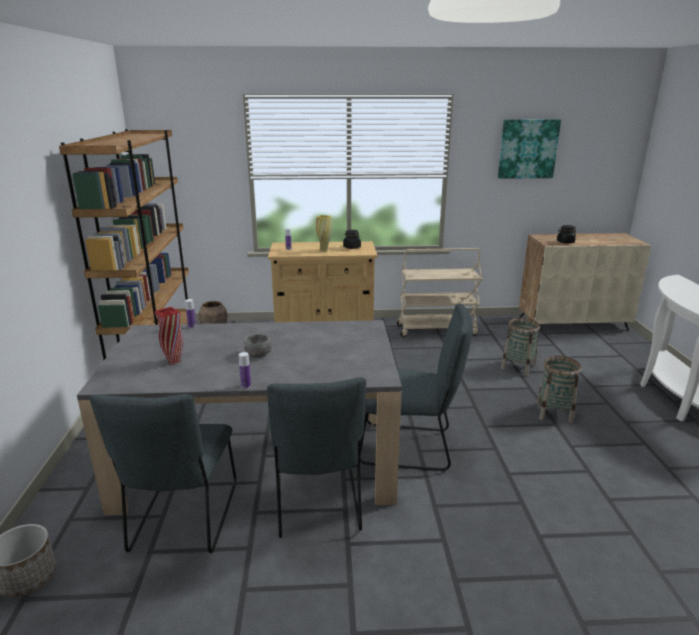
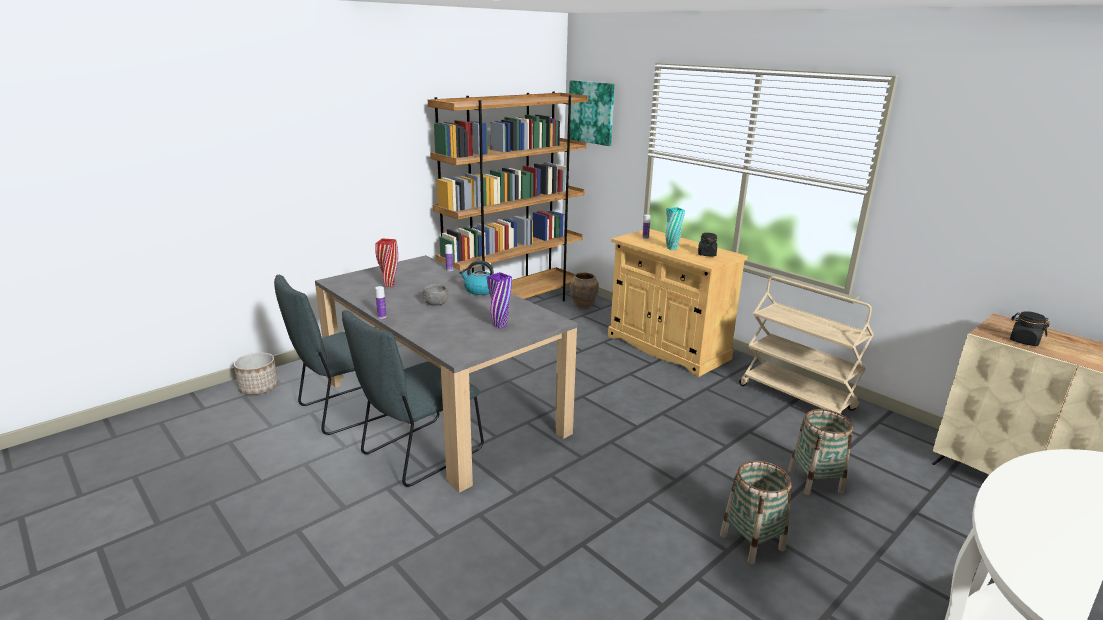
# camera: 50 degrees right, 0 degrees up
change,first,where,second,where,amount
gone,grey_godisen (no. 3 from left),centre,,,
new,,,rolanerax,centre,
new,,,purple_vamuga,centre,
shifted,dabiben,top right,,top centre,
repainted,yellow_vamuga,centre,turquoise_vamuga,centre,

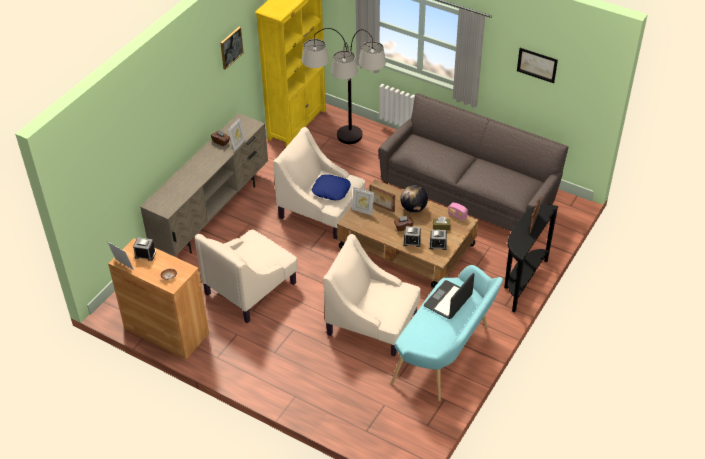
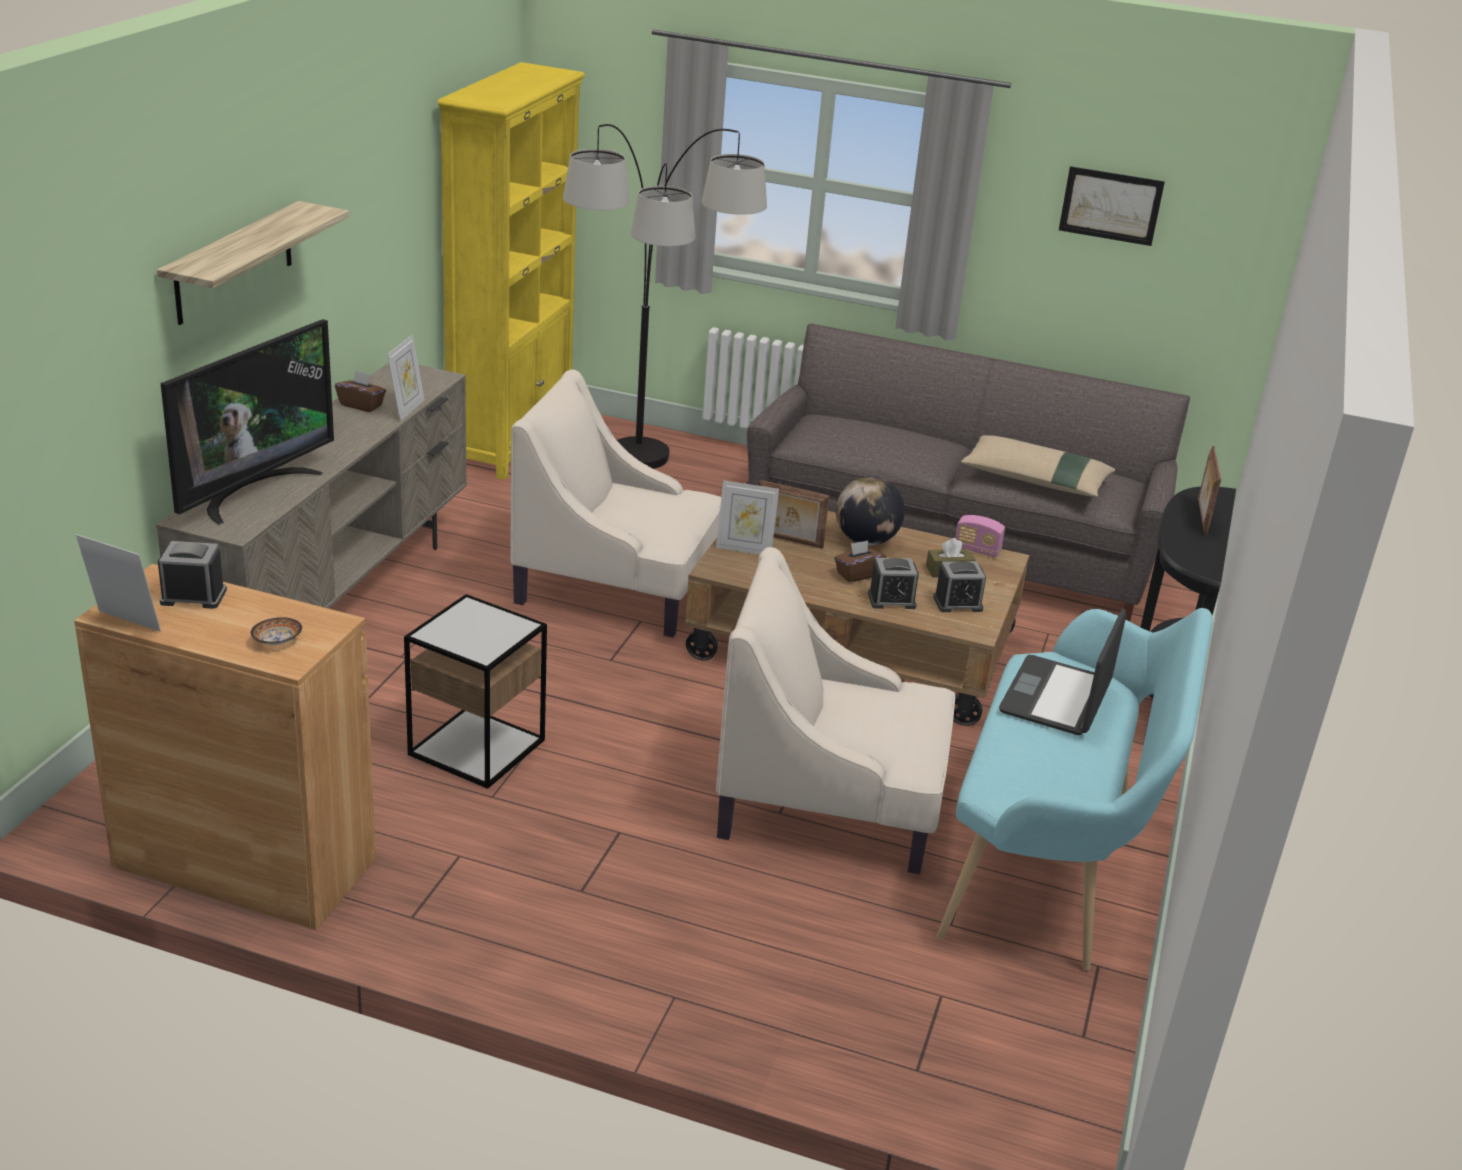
# camera: 15 degrees left, 15 degrees down
change,first,where,second,where,amount
gone,dabiben (no. 1 from left),top left,,,
gone,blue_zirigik,centre,,,
new,,,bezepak,top left,
new,,,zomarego,middle left,
new,,,beige_zirigik,middle right,
swapped,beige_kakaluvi (no. 1 from left),centre,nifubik,middle left,

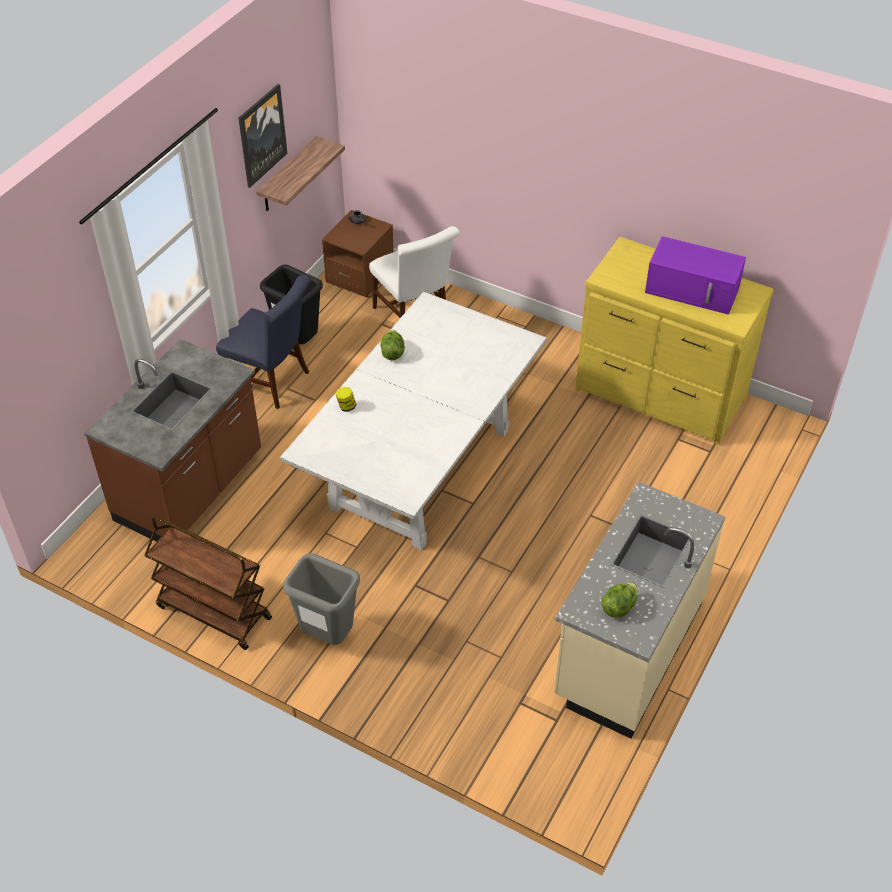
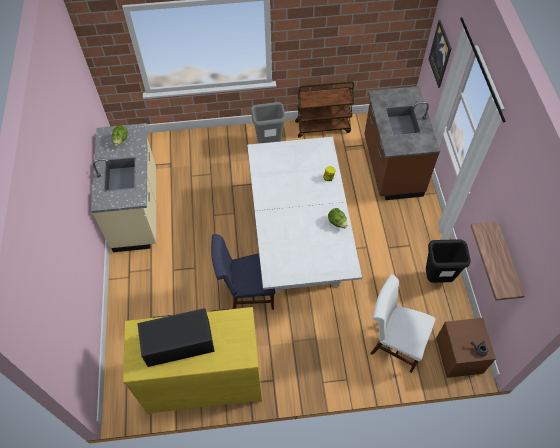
# camera: 145 degrees right, 10 degrees up
change,first,where,second,where,amount
shifted,blue_godisen,middle left,,centre,
shifted,dabiben,top left,,top right,
repainted,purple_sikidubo,top right,black_sikidubo,bottom left,

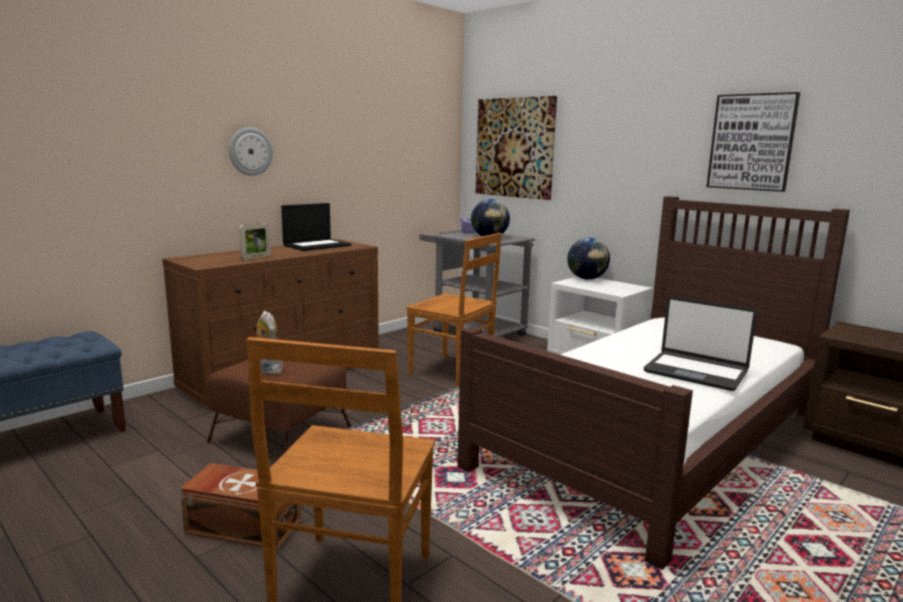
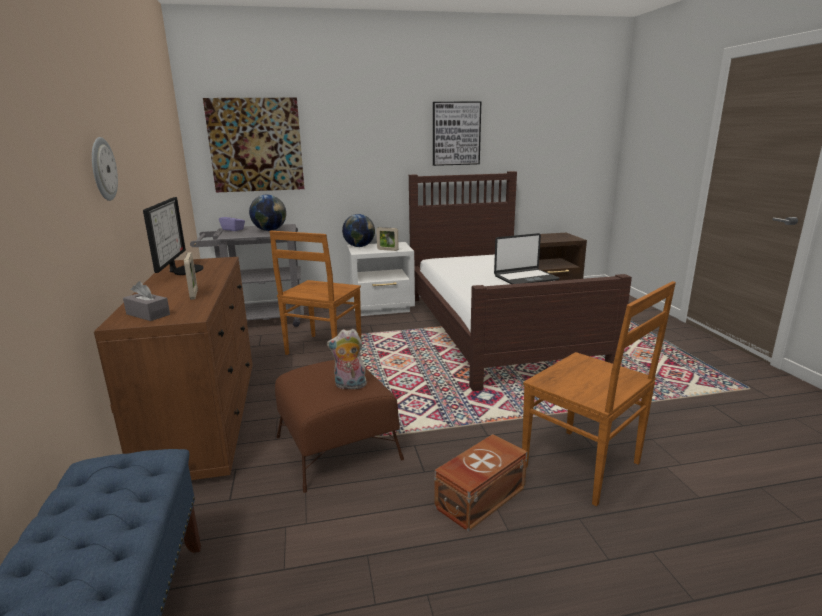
# camera: 55 degrees left, 5 degrees up
change,first,where,second,where,amount
new,,,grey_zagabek,middle left,
new,,,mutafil (no. 2 from left),centre,
swapped,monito (no. 1 from left),centre,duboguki,middle left,
rotated,brown_godisen (no. 2 from left in the first image),centre,brown_godisen (no. 1 from left),centre,135 degrees clockwise

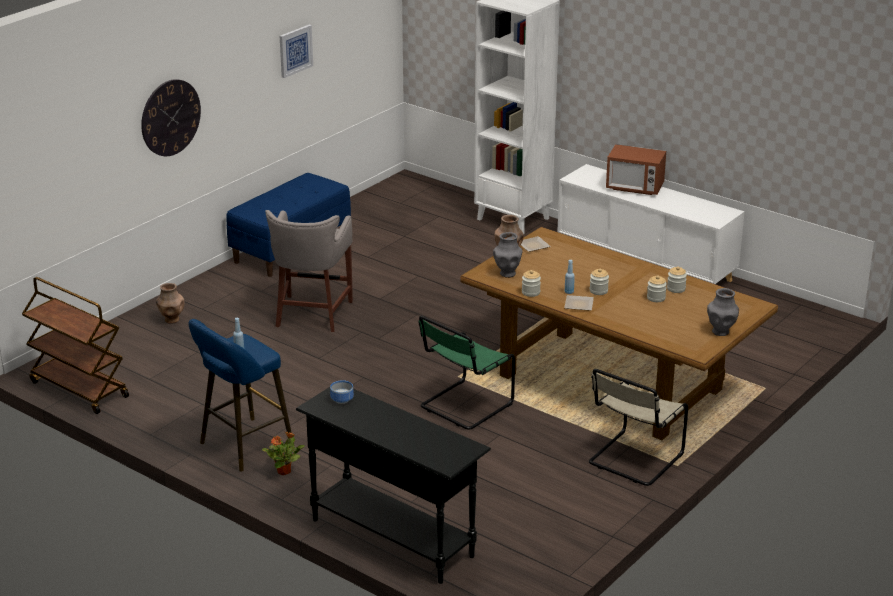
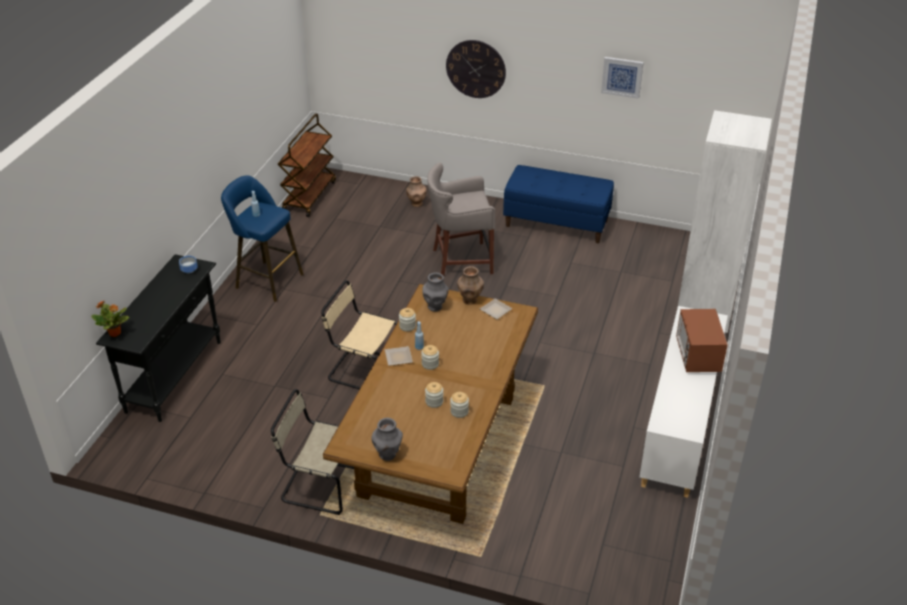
# camera: 70 degrees right, 10 degrees up
change,first,where,second,where,amount
shifted,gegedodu,bottom left,,middle left,
repainted,green_godisen,centre,beige_godisen (no. 2 from left),centre,

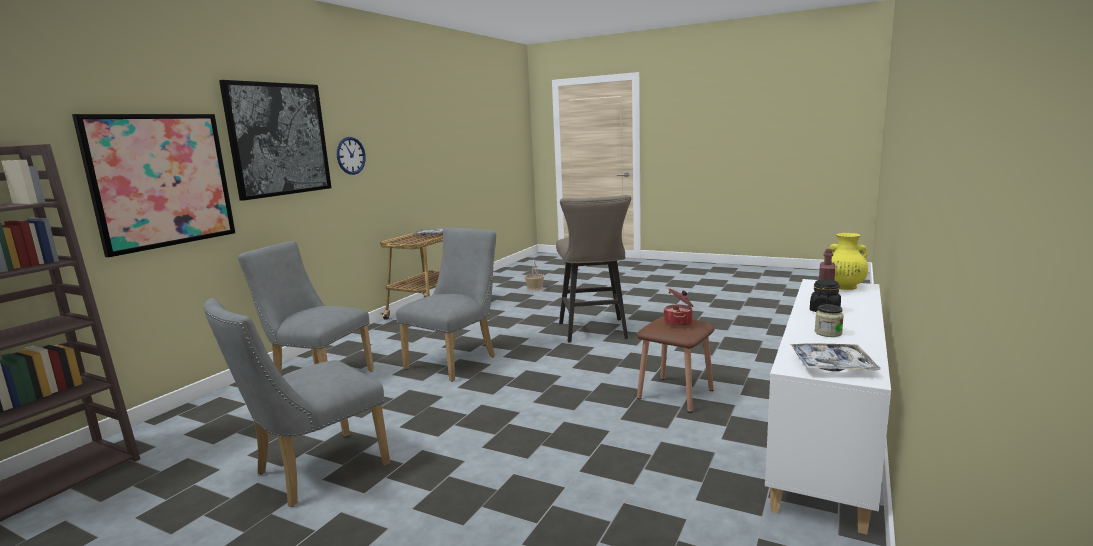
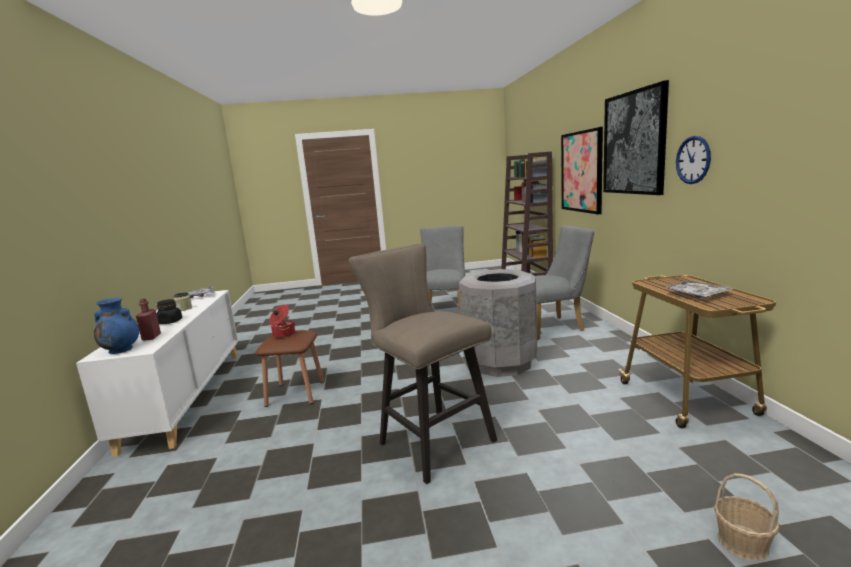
# camera: 145 degrees right, 0 degrees up
change,first,where,second,where,amount
swapped,grey_godisen (no. 3 from left),centre,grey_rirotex,centre,
repainted,yellow_vamuga,middle right,blue_vamuga,middle left,

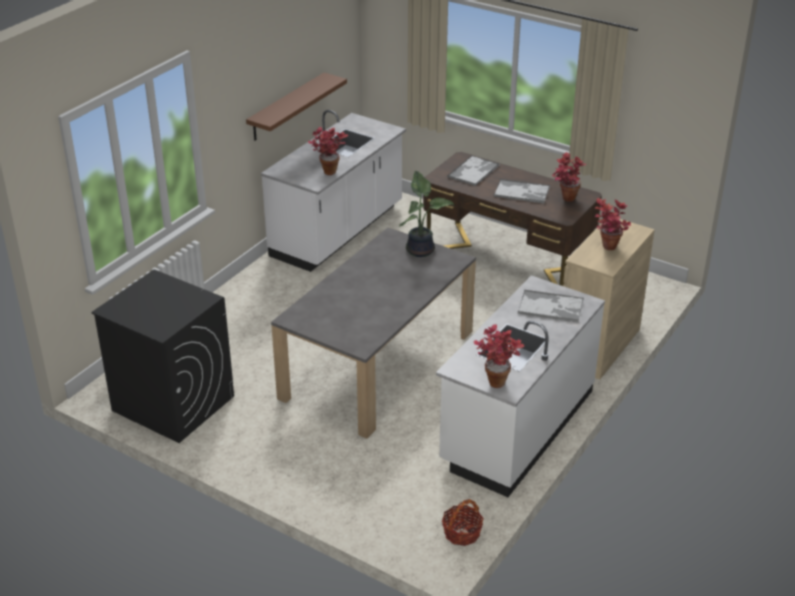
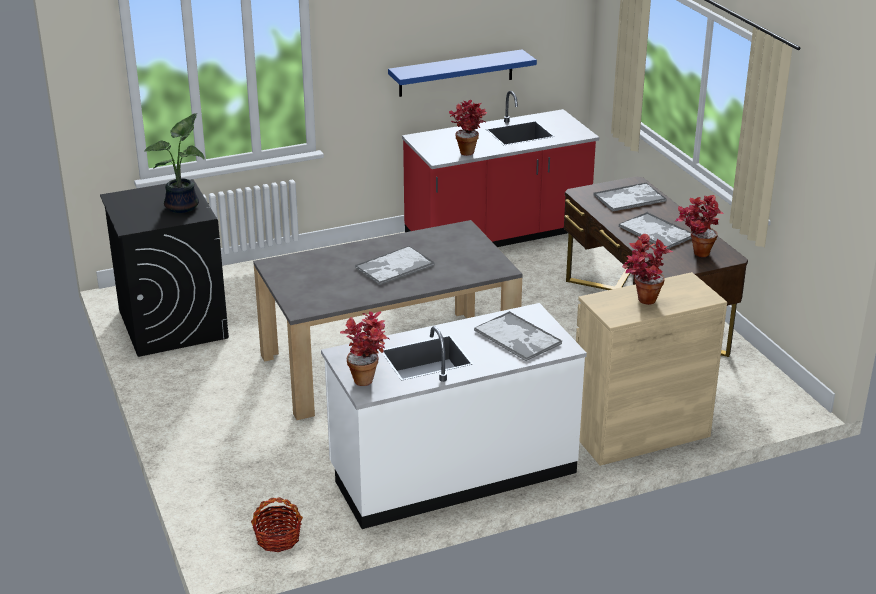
# camera: 35 degrees right, 5 degrees down
change,first,where,second,where,amount
new,,,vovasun (no. 1 from left),centre,
shifted,gegedodu (no. 2 from left in the first image),centre,gegedodu (no. 1 from left),top left,
repainted,brown_bezepak,top centre,blue_bezepak,top centre,
repainted,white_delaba (no. 1 from left),top centre,red_delaba,top centre,

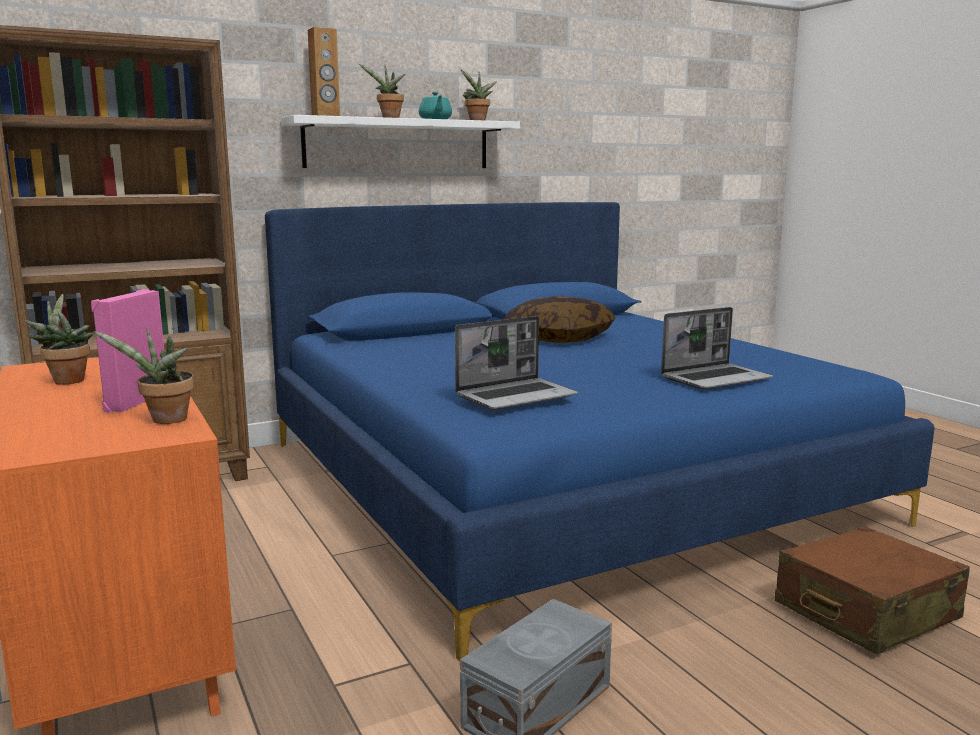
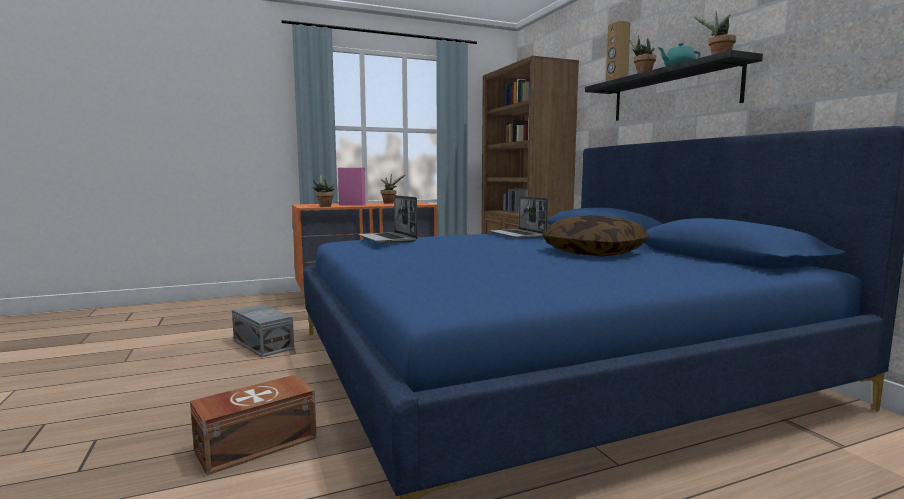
# camera: 95 degrees right, 5 degrees down
change,first,where,second,where,amount
shifted,monito (no. 2 from left),middle right,,centre,
swapped,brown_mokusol,bottom right,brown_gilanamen,bottom left,
repainted,white_bezepak,top centre,black_bezepak,top right,

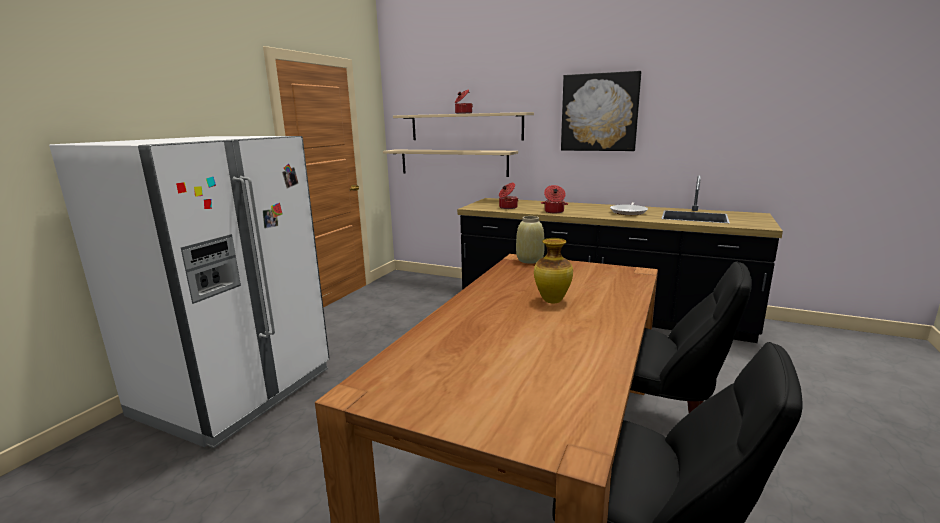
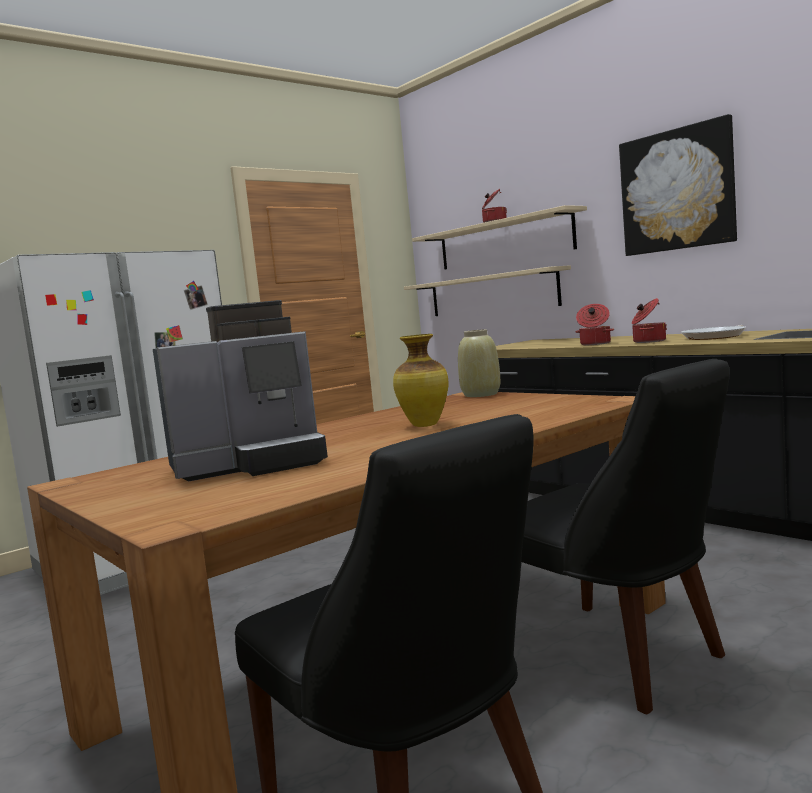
# camera: 25 degrees right, 10 degrees down
change,first,where,second,where,amount
new,,,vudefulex,middle left,
shifted,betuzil (no. 2 from left in the first image),centre,betuzil (no. 3 from left),middle right,

